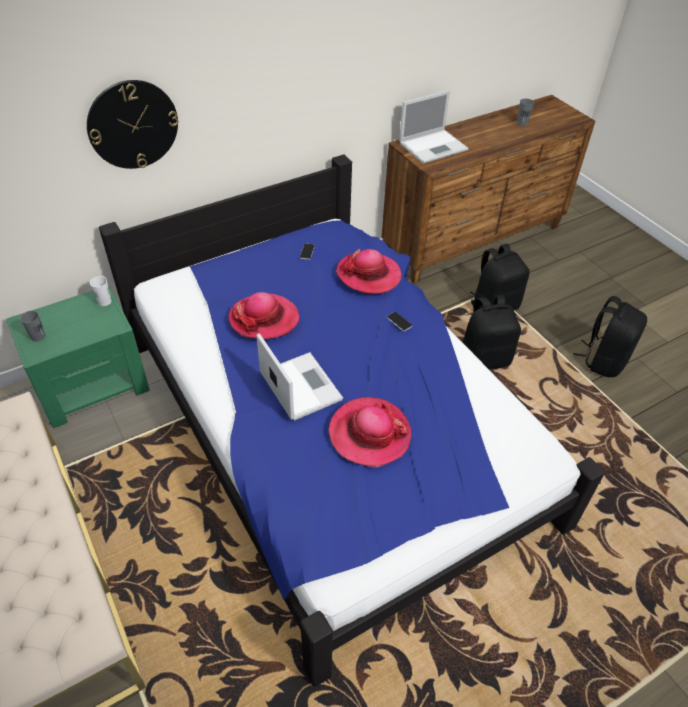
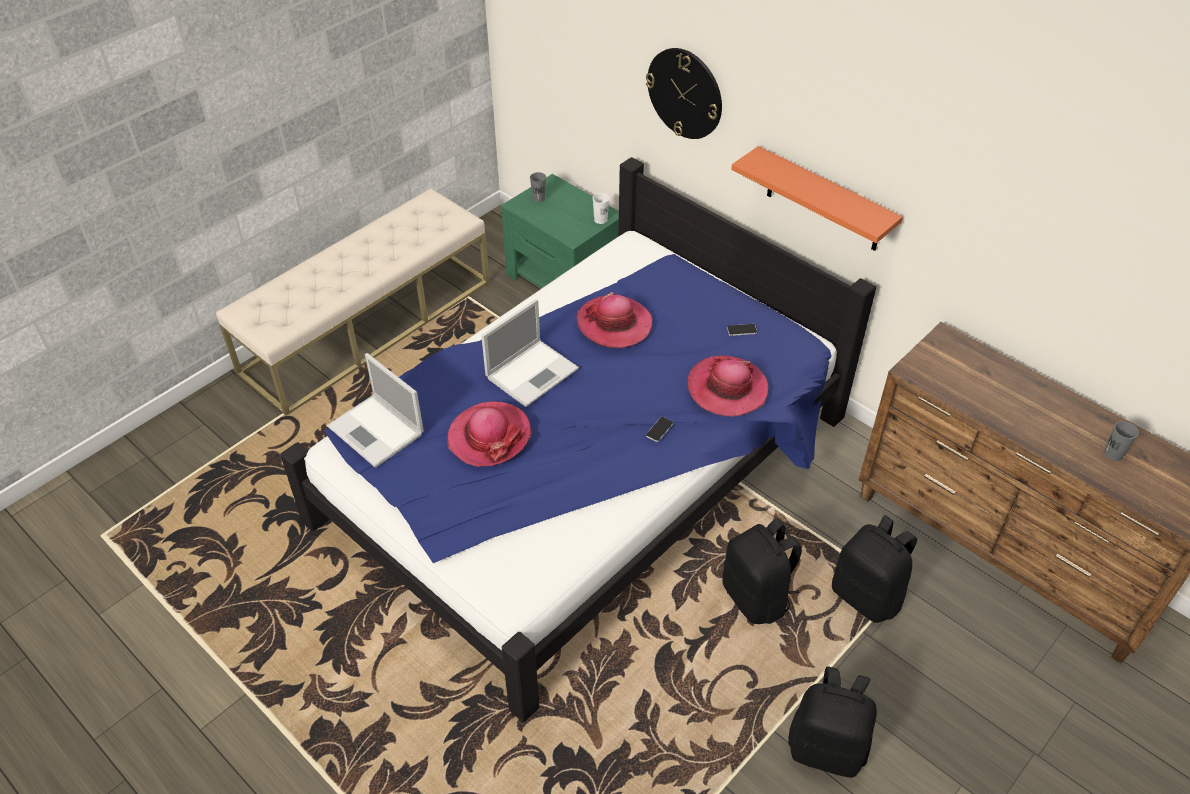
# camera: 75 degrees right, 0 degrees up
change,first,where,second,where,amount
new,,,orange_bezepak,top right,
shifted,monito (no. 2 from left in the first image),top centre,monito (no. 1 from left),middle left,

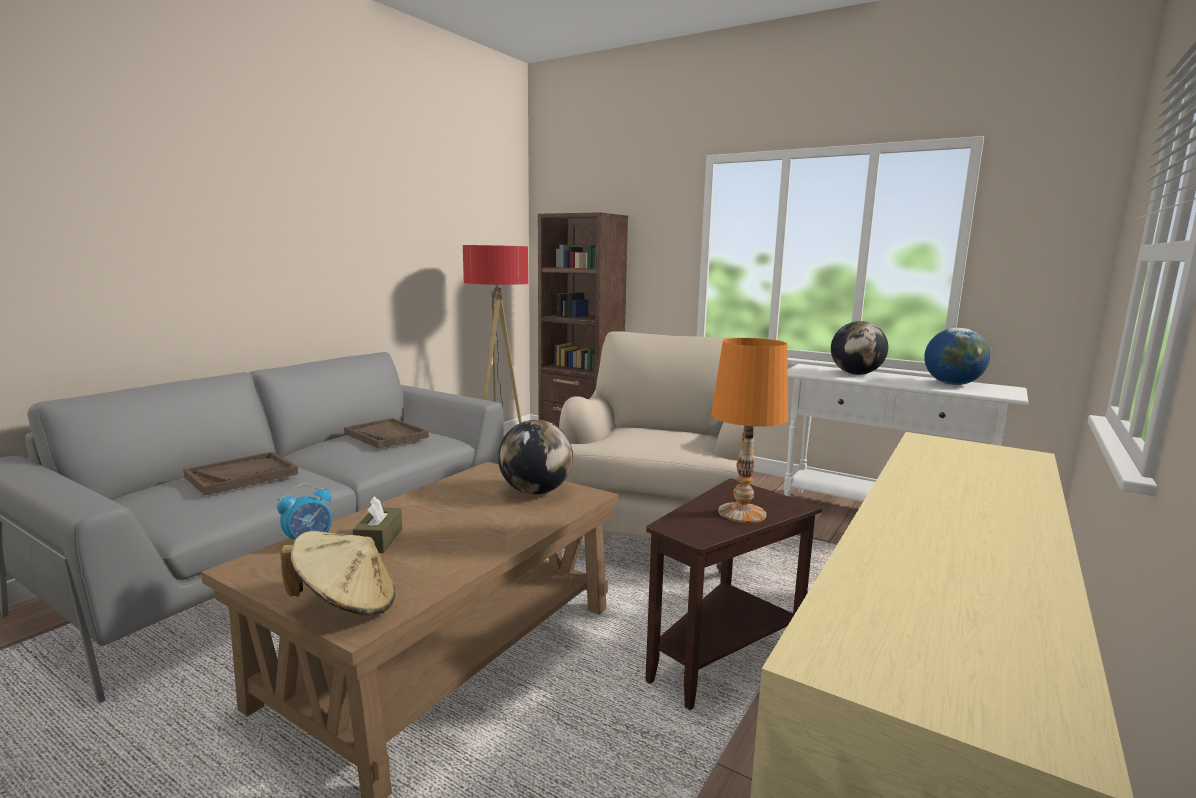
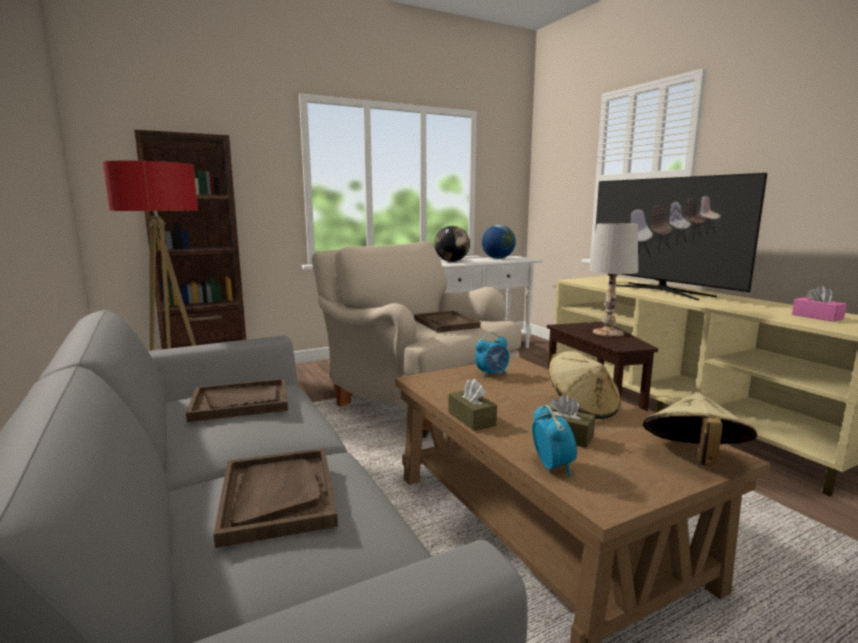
# camera: 60 degrees left, 0 degrees up
change,first,where,second,where,amount
new,,,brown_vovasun (no. 3 from left),centre,
new,,,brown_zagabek (no. 1 from left),centre,
new,,,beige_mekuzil (no. 1 from left),middle right,
new,,,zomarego,middle right,
new,,,pink_zagabek,middle right,
swapped,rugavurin (no. 1 from left),centre,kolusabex (no. 1 from left),centre,
repainted,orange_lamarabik,centre,white_lamarabik,middle right,

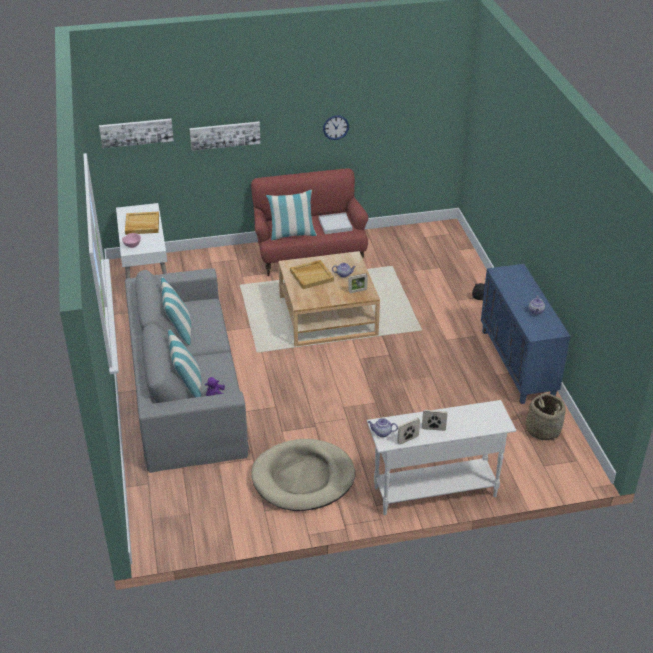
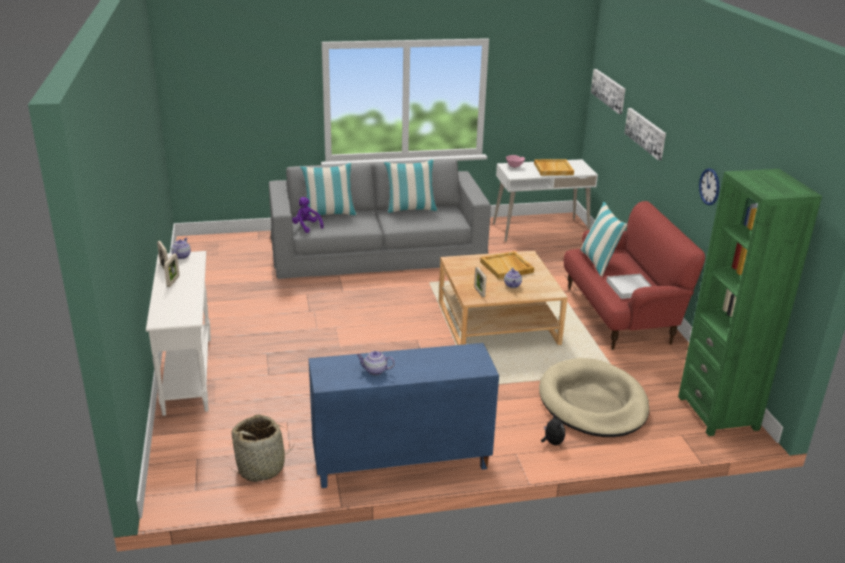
# camera: 90 degrees right, 10 degrees down
change,first,where,second,where,amount
new,,,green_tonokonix,middle right,
shifted,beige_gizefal,bottom centre,,bottom right,

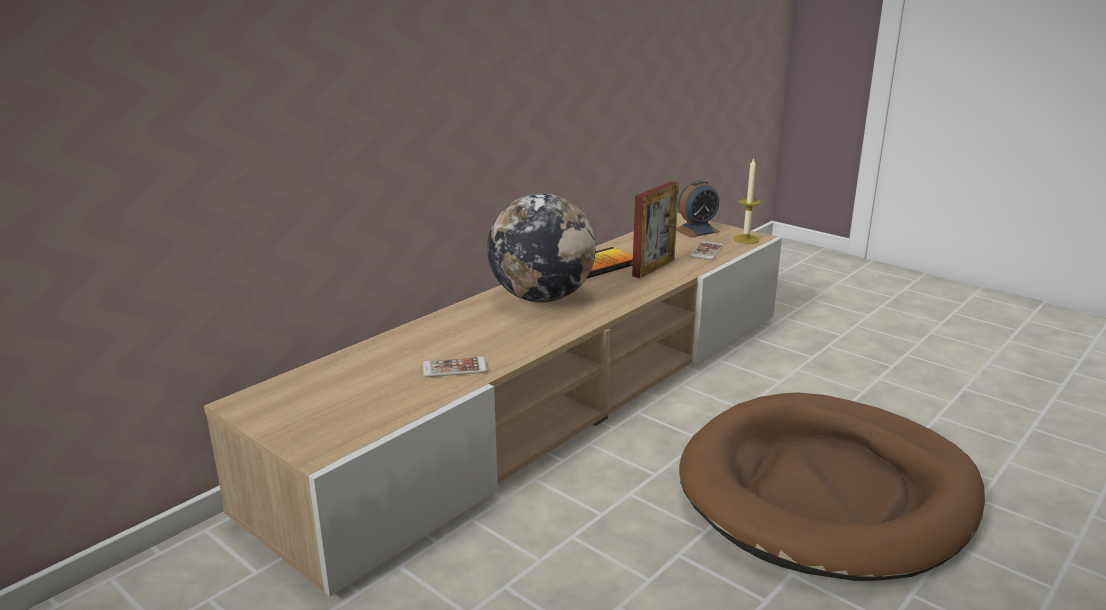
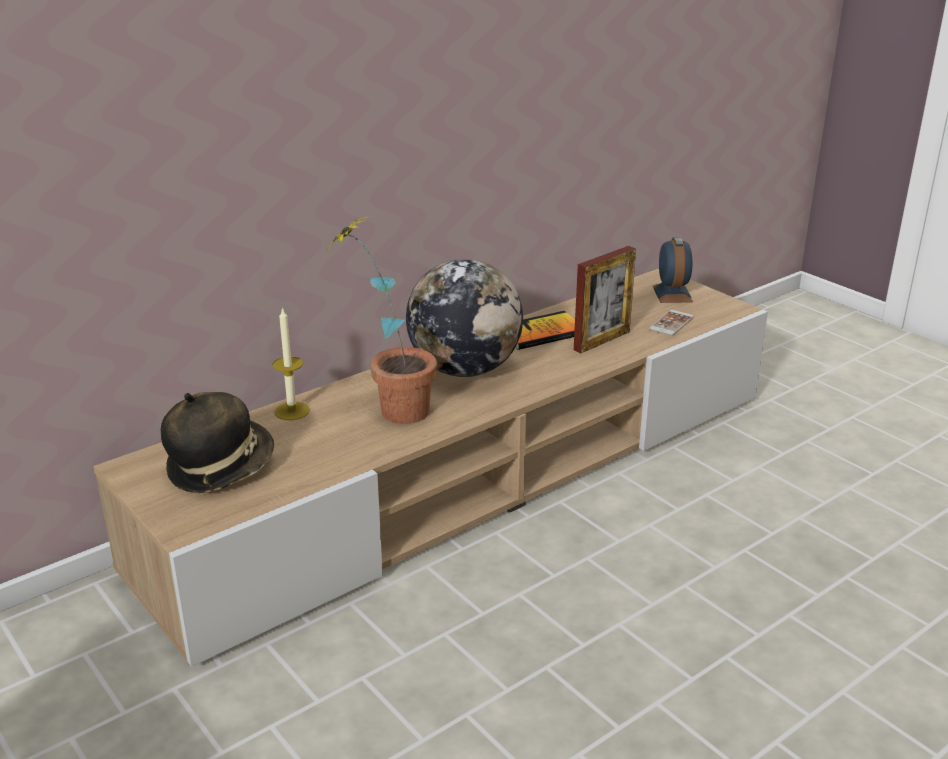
# camera: 10 degrees right, 5 degrees up
change,first,where,second,where,amount
gone,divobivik (no. 1 from left),centre,,,
gone,brown_gizefal,bottom right,,,
new,,,mekuzil,middle left,
new,,,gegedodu,centre,
shifted,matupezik,top right,,middle left,
rotated,kolusabex,centre,,middle right,75 degrees counterclockwise

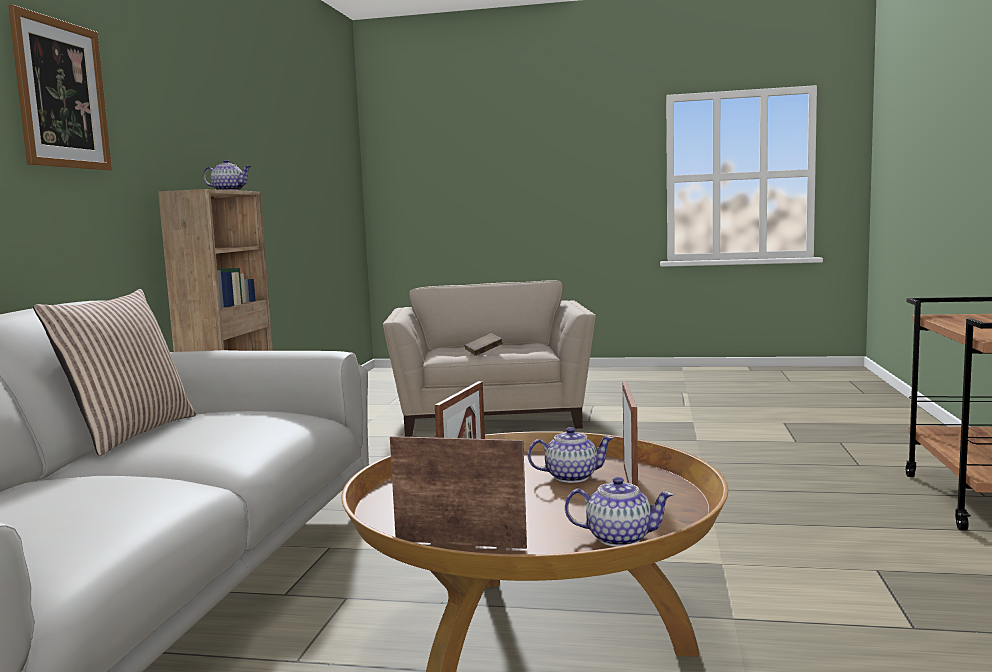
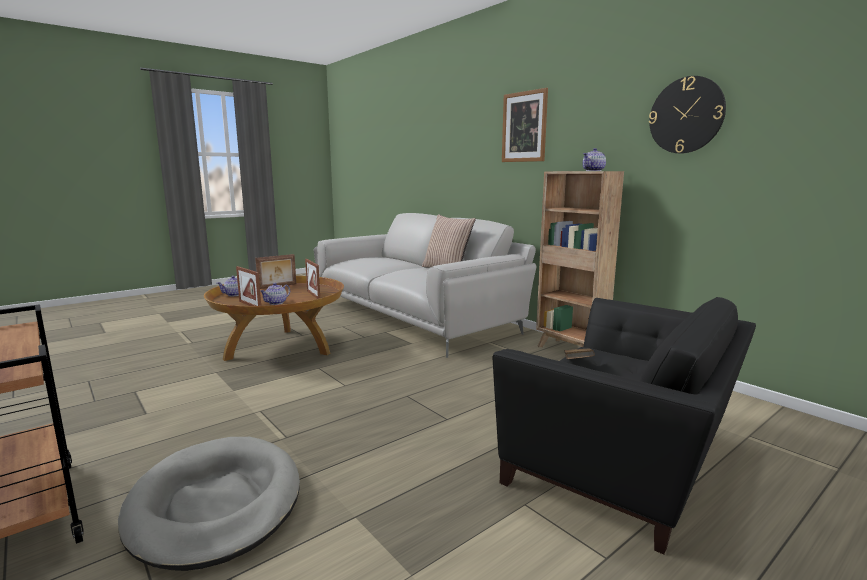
# camera: 130 degrees right, 5 degrees up
change,first,where,second,where,amount
new,,,grey_gizefal,bottom left,
new,,,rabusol,top right,
repainted,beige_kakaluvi,centre,black_kakaluvi,bottom right,

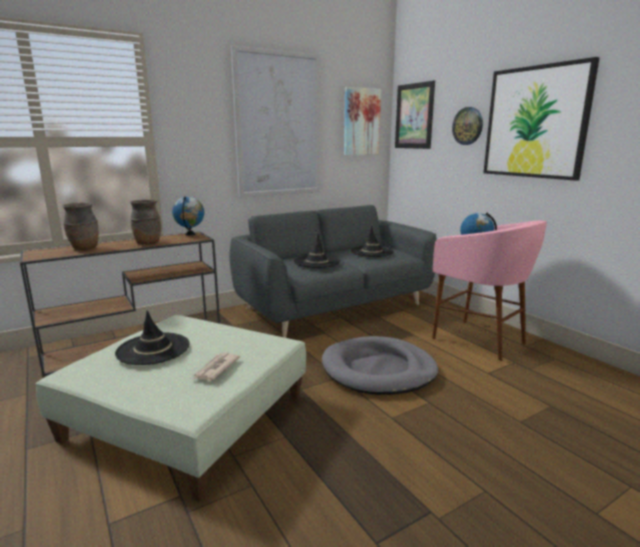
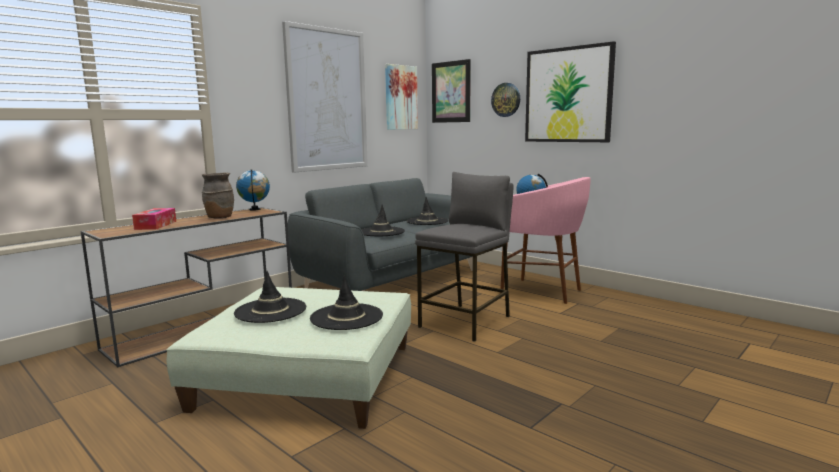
# camera: 15 degrees left, 5 degrees down
change,first,where,second,where,amount
swapped,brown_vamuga (no. 1 from left),middle left,zagabek,middle left,
swapped,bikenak,bottom centre,black_mekuzil (no. 2 from left),centre,
swapped,grey_gizefal,bottom centre,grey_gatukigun,centre,

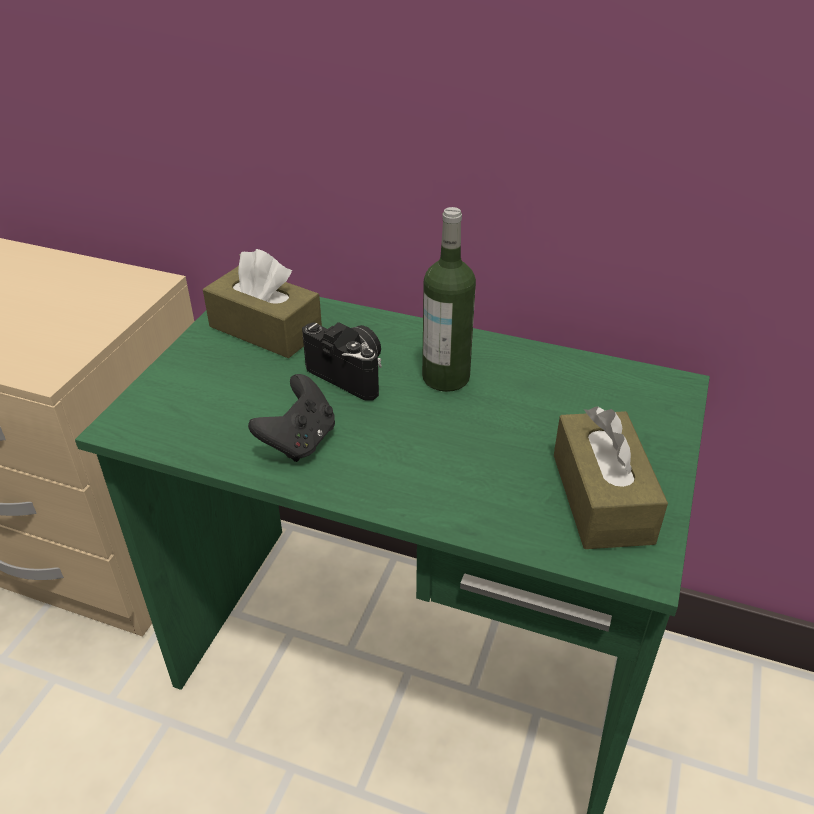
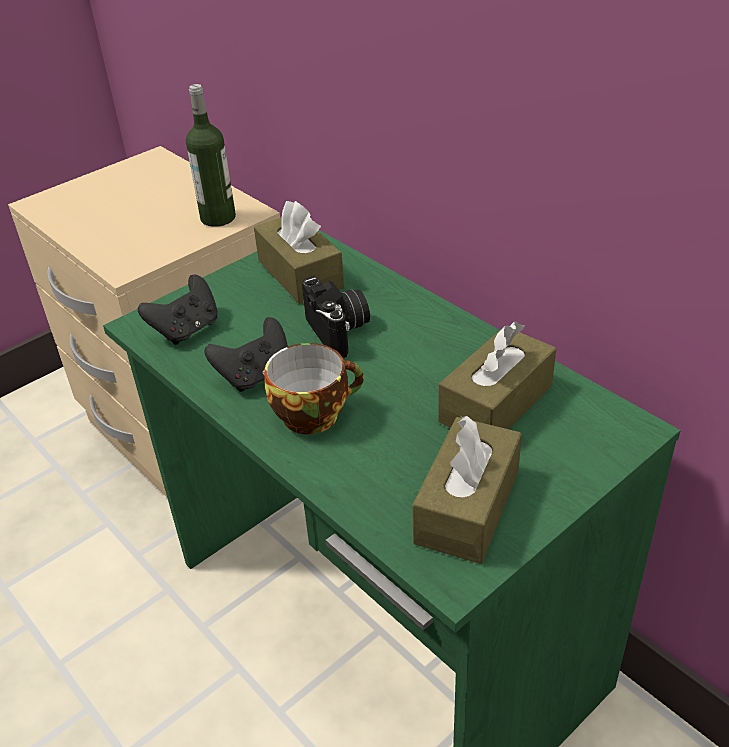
# camera: 30 degrees right, 0 degrees up
change,first,where,second,where,amount
new,,,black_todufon (no. 1 from left),middle left,
new,,,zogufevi,centre,
new,,,brown_zagabek (no. 3 from left),middle right,
shifted,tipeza,centre,,top left,

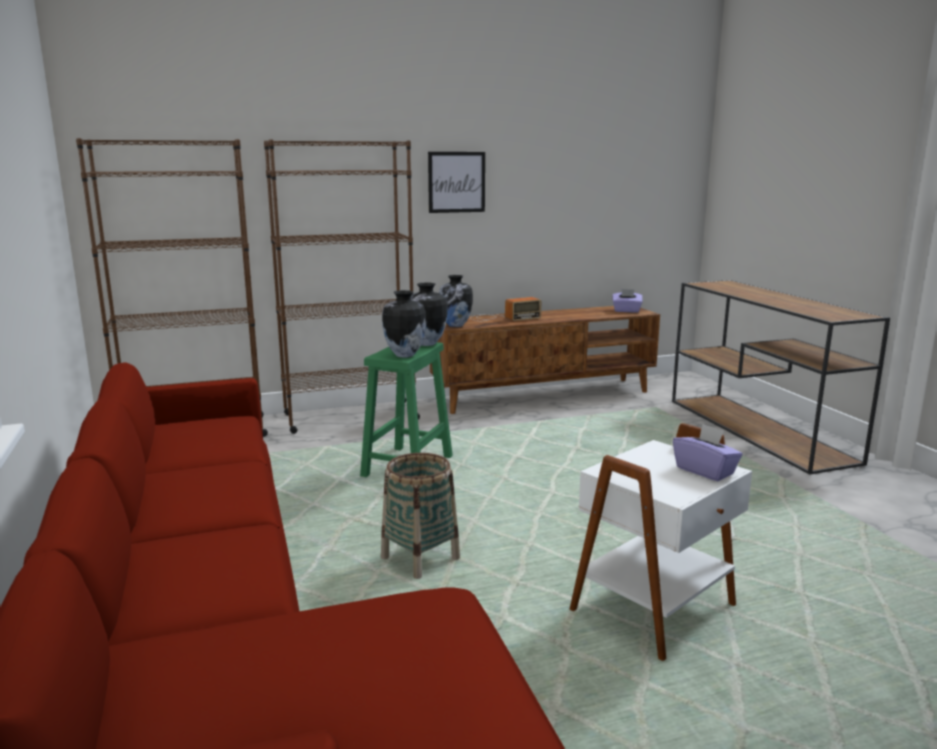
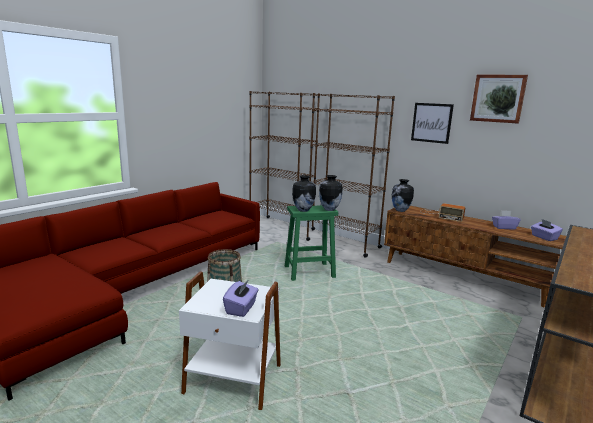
# camera: 55 degrees right, 0 degrees up
change,first,where,second,where,amount
new,,,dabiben (no. 2 from left),top right,
new,,,purple_zagabek (no. 2 from left),middle right,

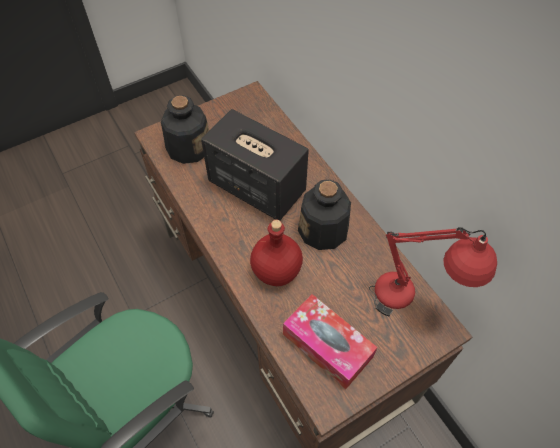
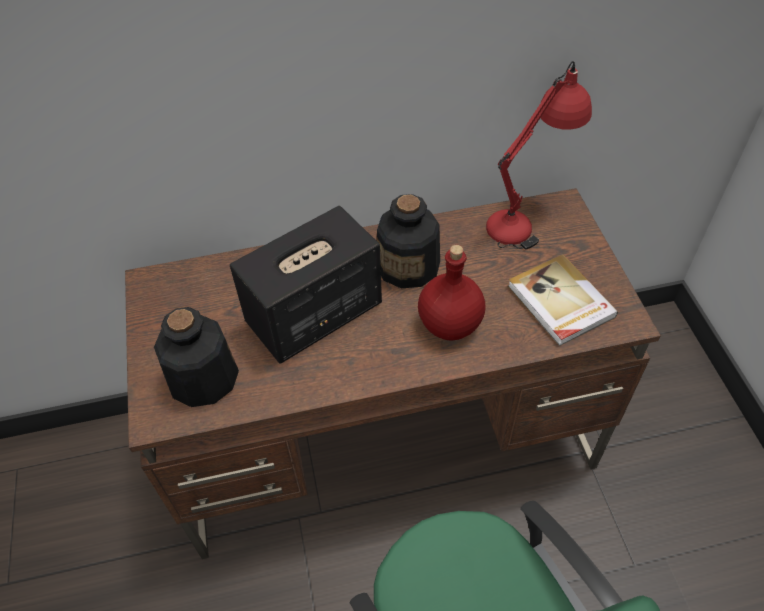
# camera: 70 degrees left, 5 degrees down
change,first,where,second,where,amount
swapped,zagabek,bottom centre,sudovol,middle right,

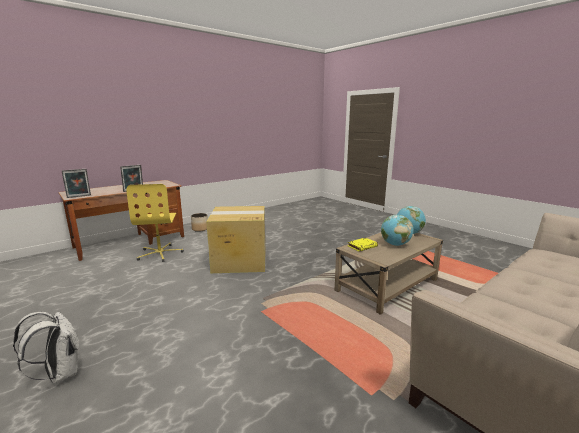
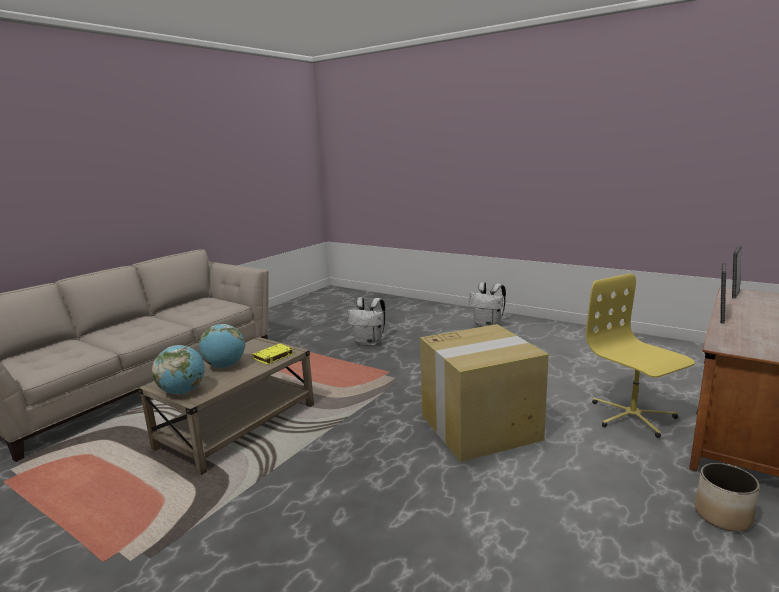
# camera: 165 degrees right, 0 degrees up
change,first,where,second,where,amount
new,,,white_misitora (no. 1 from left),centre,

